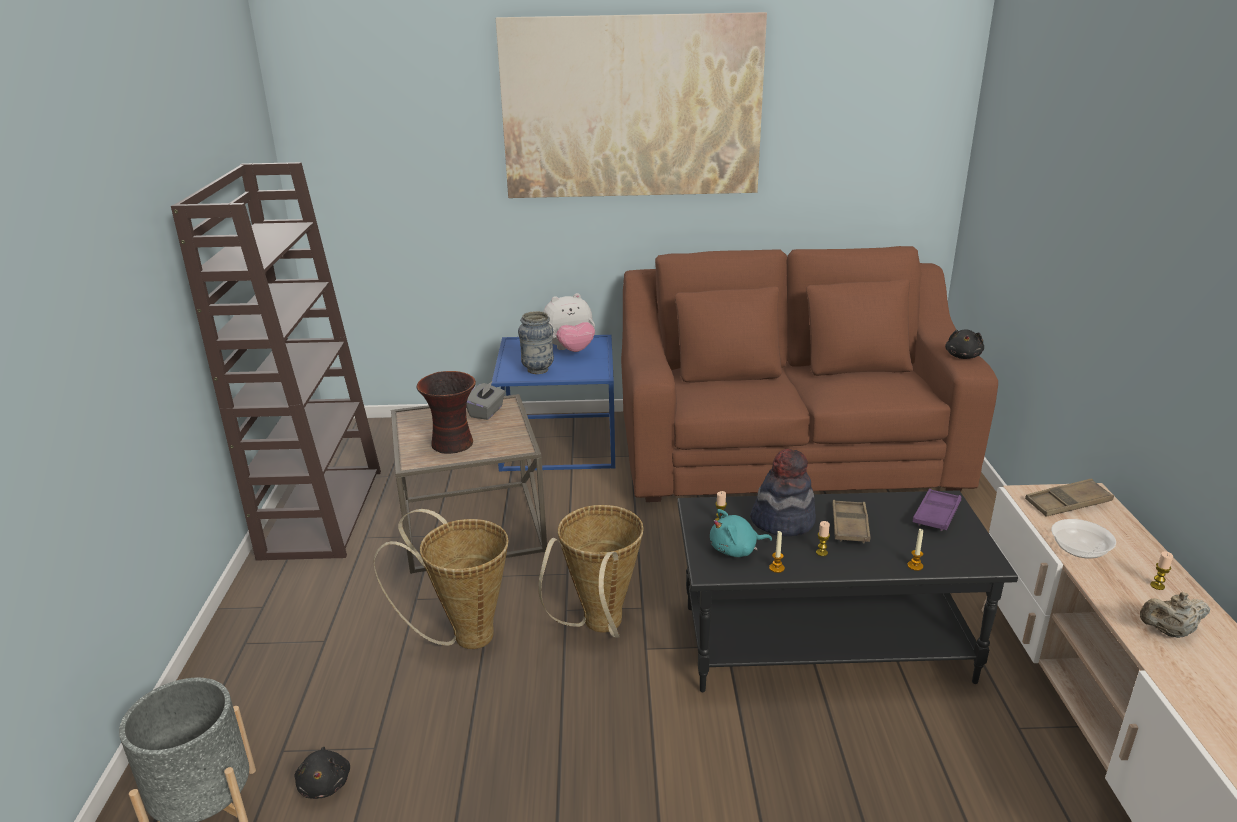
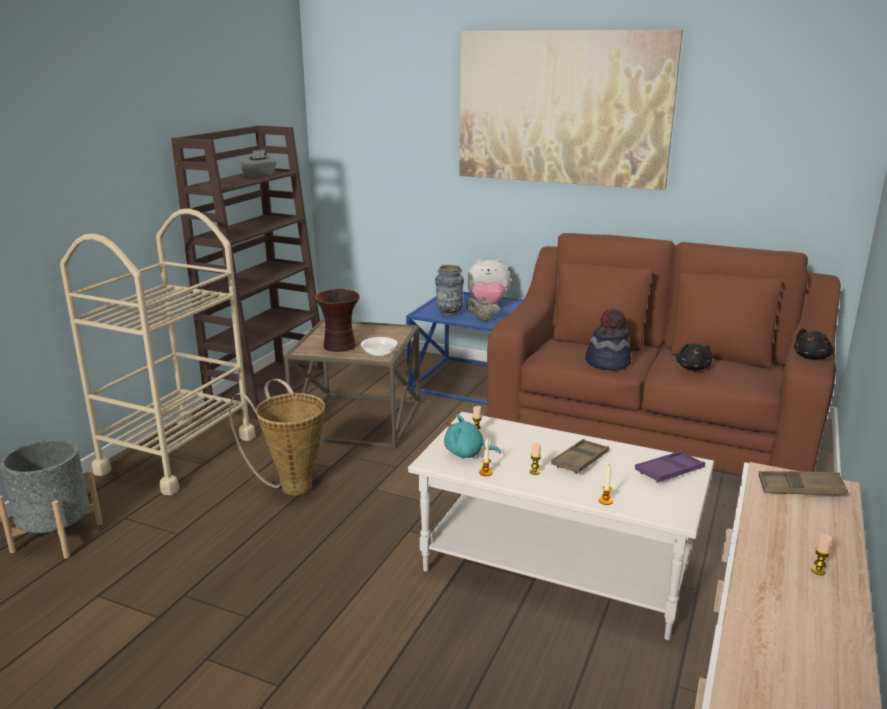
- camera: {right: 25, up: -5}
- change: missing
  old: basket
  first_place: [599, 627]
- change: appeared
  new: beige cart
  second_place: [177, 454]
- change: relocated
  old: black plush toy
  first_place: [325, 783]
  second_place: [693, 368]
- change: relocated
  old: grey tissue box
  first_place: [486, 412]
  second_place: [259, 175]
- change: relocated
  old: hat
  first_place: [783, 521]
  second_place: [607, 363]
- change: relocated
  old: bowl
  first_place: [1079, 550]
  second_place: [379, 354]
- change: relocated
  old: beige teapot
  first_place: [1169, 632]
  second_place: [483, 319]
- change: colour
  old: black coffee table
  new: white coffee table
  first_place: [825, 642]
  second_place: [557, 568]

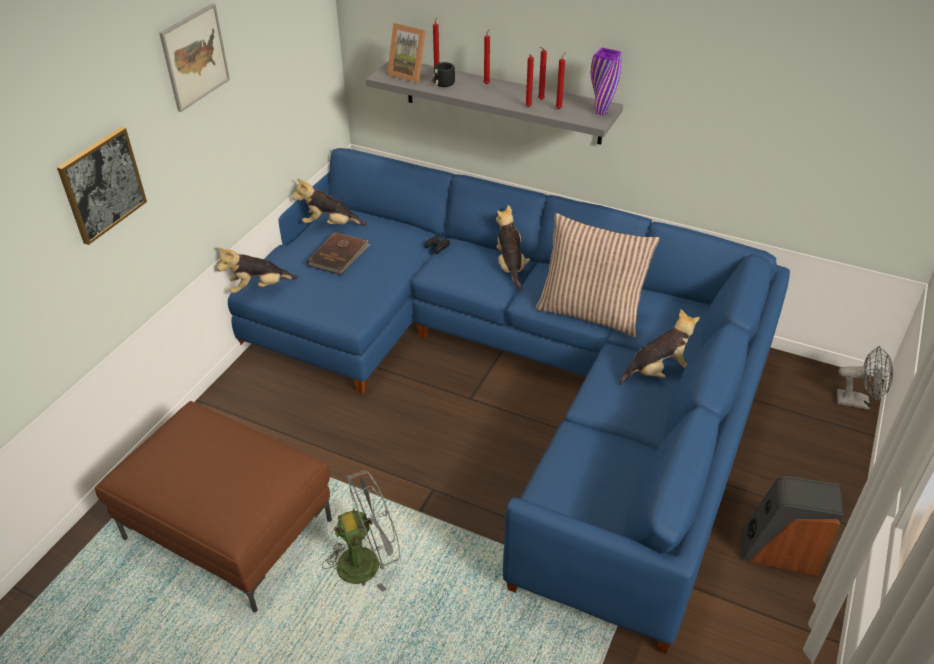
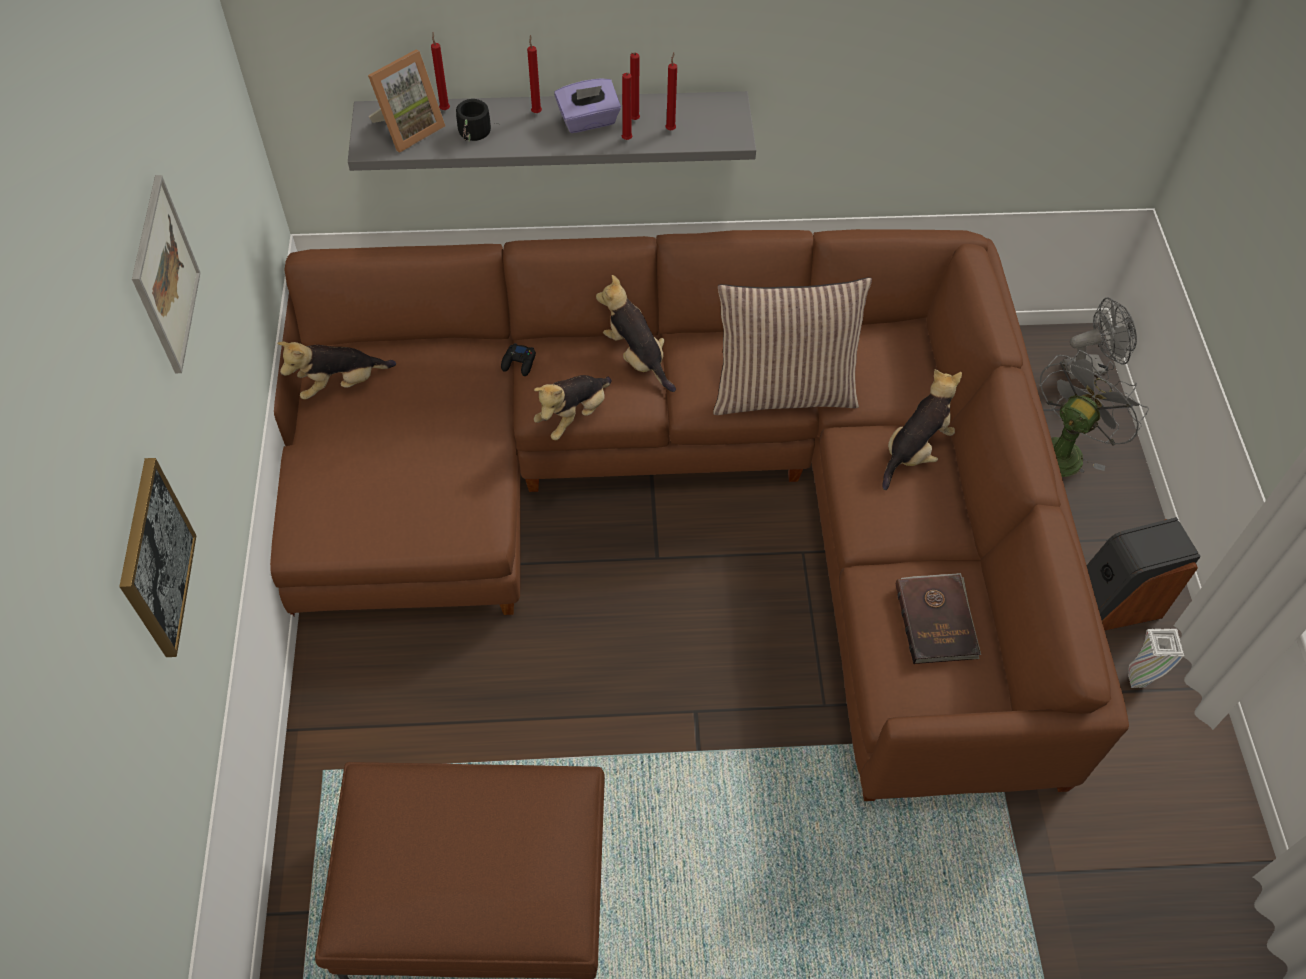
- camera: {right: -30, up: 15}
- change: missing
  old: purple vase
  first_place: [601, 112]
- change: appeared
  new: purple tissue box
  second_place: [588, 121]
- change: appeared
  new: white vase
  second_place: [1136, 681]
- change: relocated
  old: plush toy
  first_place: [258, 288]
  second_place: [573, 416]
- change: relocated
  old: brown book
  first_place: [339, 255]
  second_place: [937, 620]
- change: relocated
  old: grey fan
  first_place: [367, 561]
  second_place: [1063, 449]
- change: colour
  old: blue sofa
  new: brown sofa
  first_place: [515, 372]
  second_place: [688, 493]
- change: spun
  old: picture frame
  first_place: [409, 74]
  second_place: [408, 128]
  degrees: -45

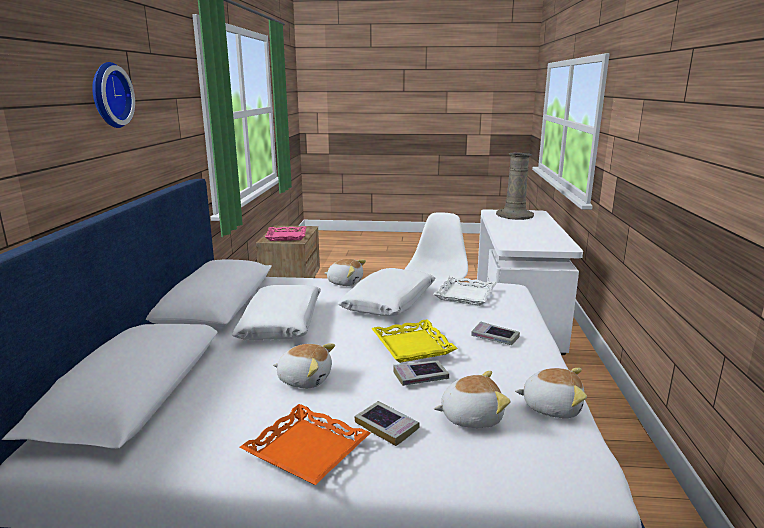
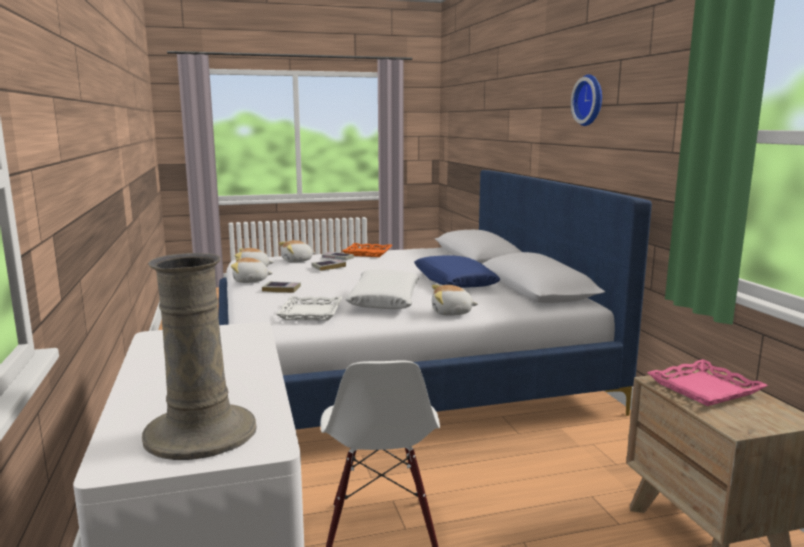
- camera: {right: 160, up: -5}
- change: missing
  old: yellow tray
  first_place: [411, 346]
- change: relocated
  old: plush toy
  first_place: [305, 379]
  second_place: [250, 281]
- change: colour
  old: white pillow
  new: blue pillow
  first_place: [281, 323]
  second_place: [454, 282]

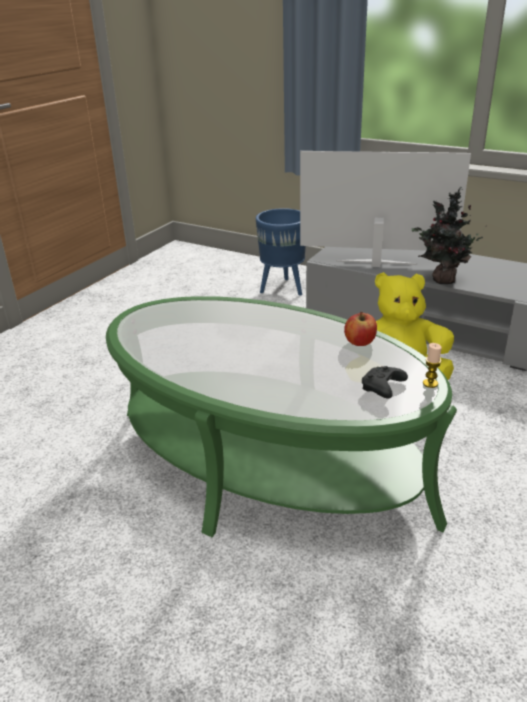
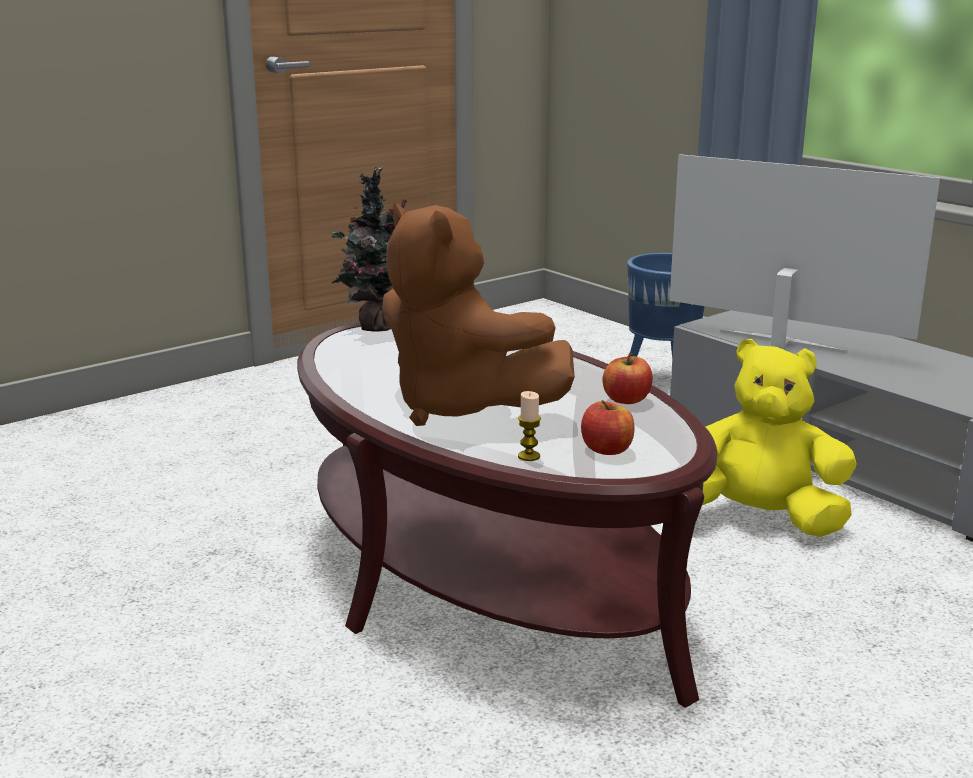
- camera: {right: 20, up: -10}
- change: appeared
  new: brown plush toy
  second_place: [461, 408]
- change: relocated
  old: potted plant
  first_place: [441, 280]
  second_place: [375, 327]
- change: relocated
  old: candle
  first_place: [430, 383]
  second_place: [529, 456]
- change: exchanged
  old: black game controller
  new: apple
  first_place: [382, 389]
  second_place: [607, 450]
- change: colour
  old: green coffee table
  new: brown coffee table
  first_place: [267, 463]
  second_place: [486, 574]

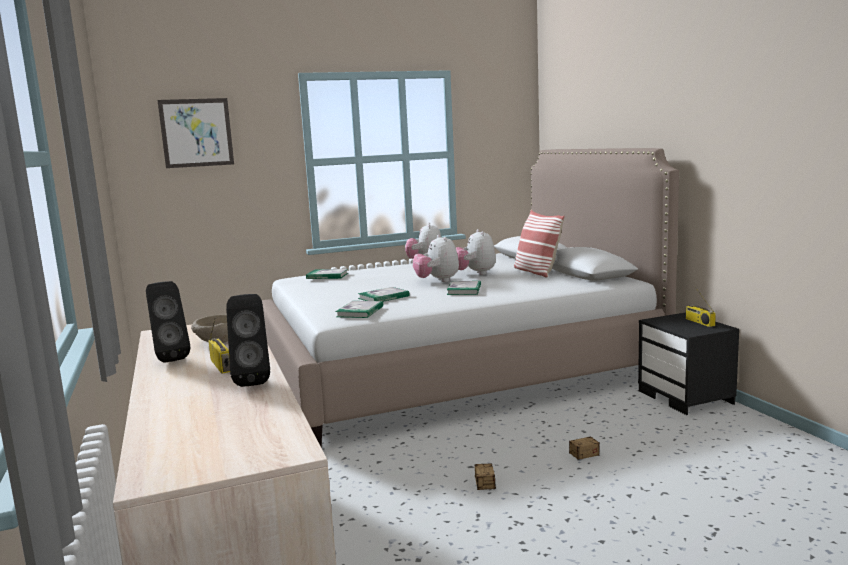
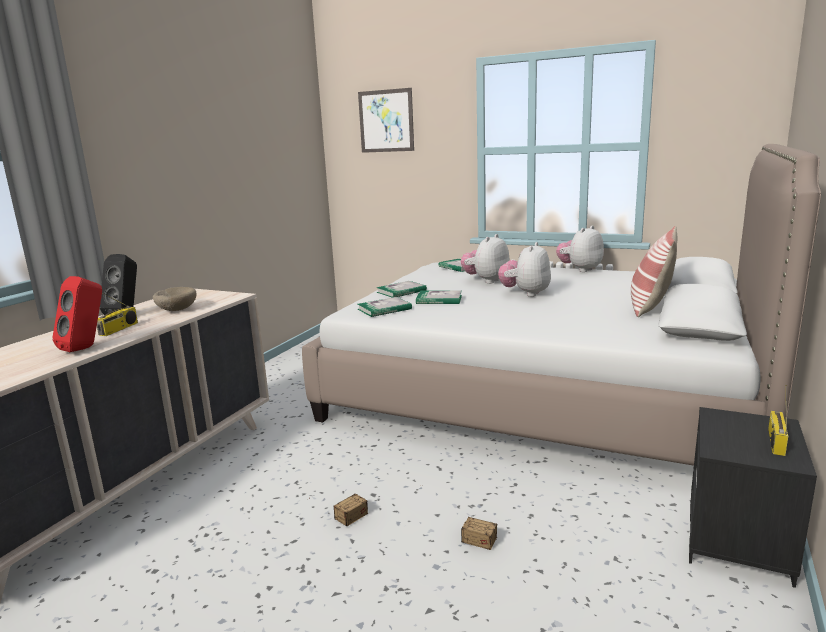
- camera: {right: 45, up: 5}
- change: relocated
  old: book
  first_place: [464, 290]
  second_place: [401, 291]
- change: relocated
  old: plush toy
  first_place: [475, 273]
  second_place: [486, 281]
- change: colour
  old: black speaker
  new: red speaker
  first_place: [252, 381]
  second_place: [87, 347]

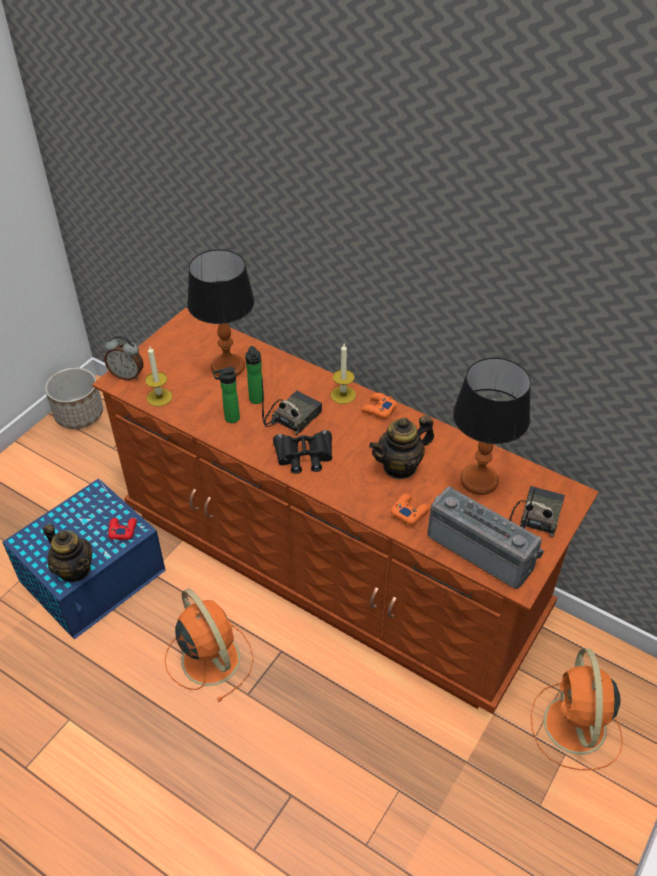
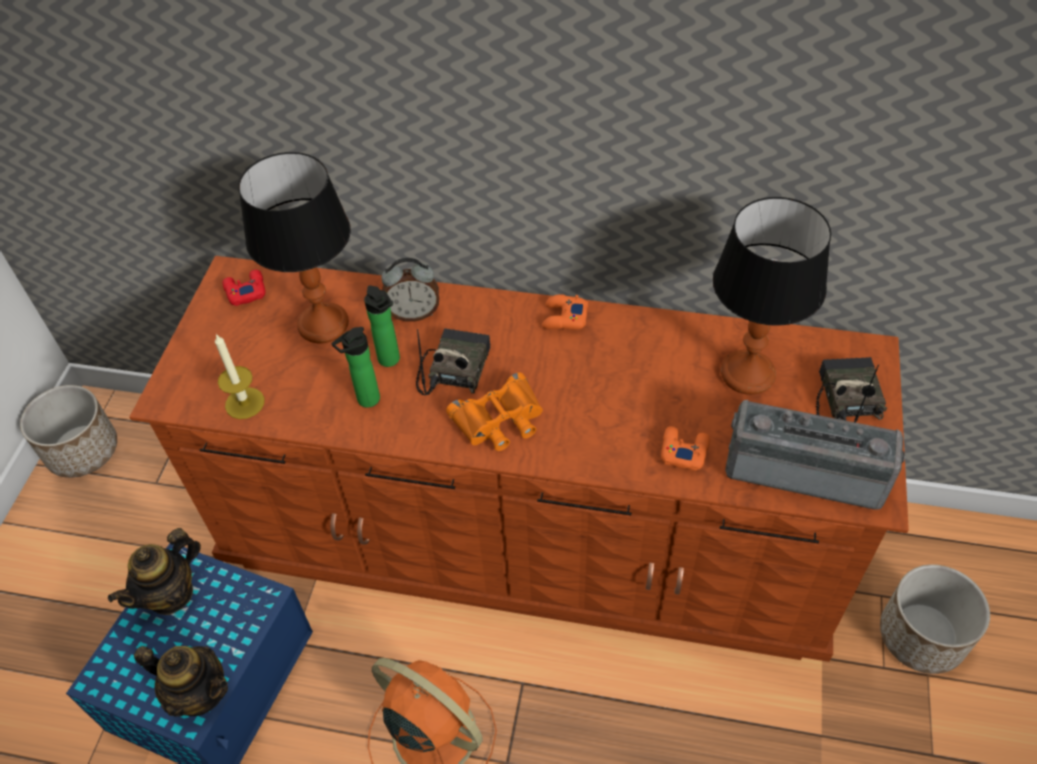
- camera: {right: -20, up: 5}
- change: missing
  old: candle
  first_place: [343, 395]
- change: relocated
  old: alarm clock
  first_place: [127, 375]
  second_place: [414, 313]
- change: relocated
  old: red game controller
  first_place: [122, 530]
  second_place: [245, 291]
- change: relocated
  old: teapot
  first_place: [400, 466]
  second_place: [171, 594]
- change: exchanged
  old: orange fan
  new: planter
  first_place: [575, 728]
  second_place: [922, 636]
- change: colour
  old: black binoculars
  new: orange binoculars
  first_place: [304, 456]
  second_place: [500, 420]

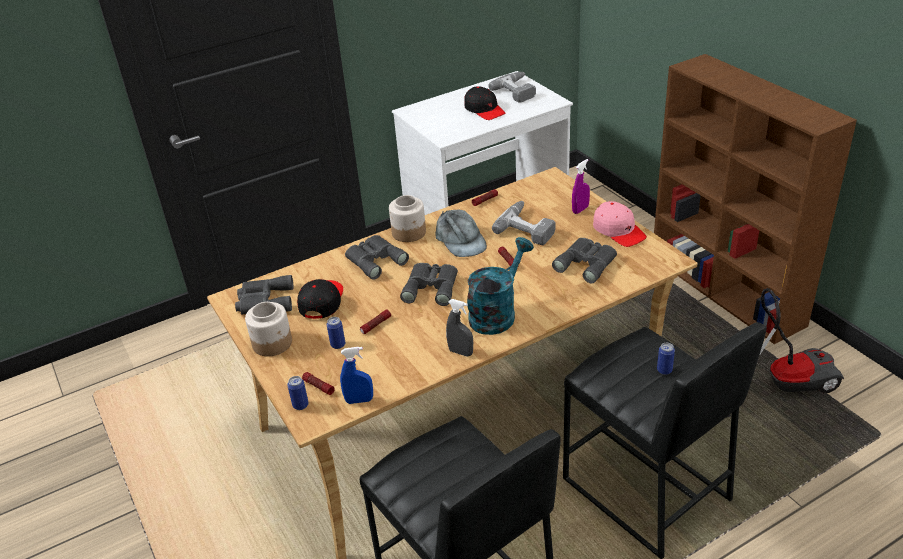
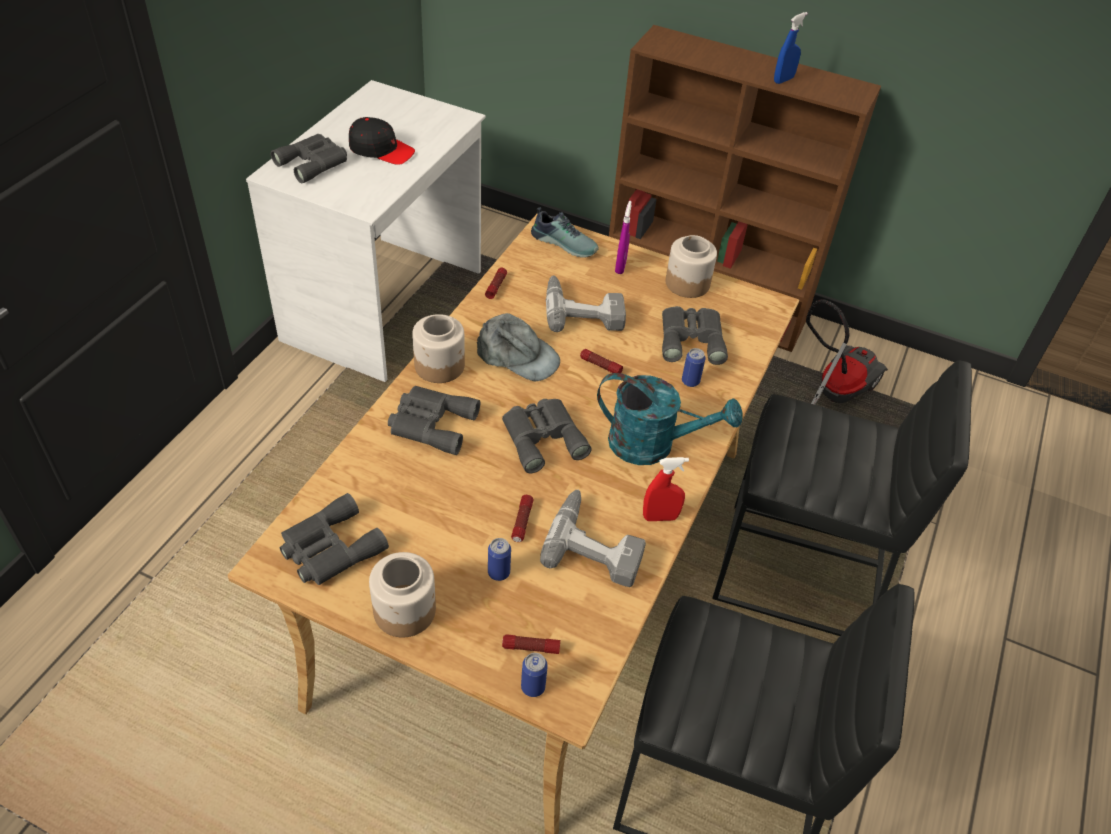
- camera: {right: -40, up: 10}
- change: missing
  old: black cap
  first_place: [321, 302]
- change: appeared
  new: grey binoculars
  second_place: [314, 162]
- change: appeared
  new: shoe
  second_place: [565, 243]
- change: relocated
  old: blue spray bottle
  first_place: [359, 400]
  second_place: [783, 80]
- change: relocated
  old: power drill
  first_place: [518, 90]
  second_place: [596, 544]
- change: relocated
  old: can
  first_place: [664, 370]
  second_place: [690, 381]
- change: exchanged
  old: pink cap
  new: jar
  first_place: [619, 231]
  second_place: [687, 283]
- change: colour
  old: grey spray bottle
  new: red spray bottle
  first_place: [460, 352]
  second_place: [660, 517]
- change: spun
  old: turquoise watering can
  first_place: [497, 313]
  second_place: [653, 445]
  degrees: 105

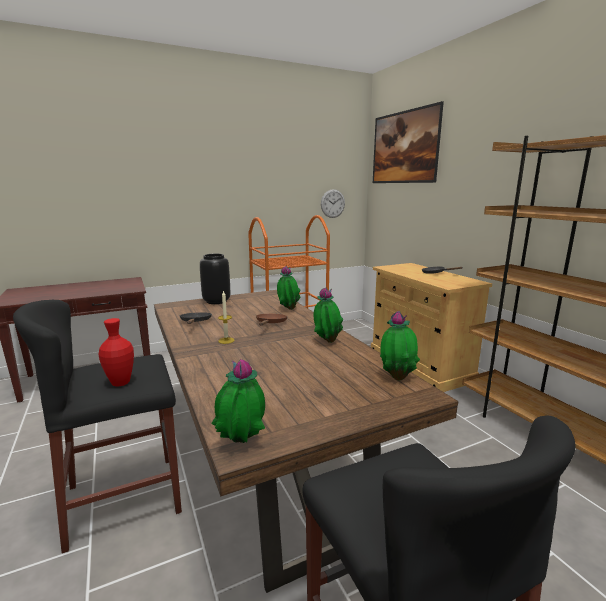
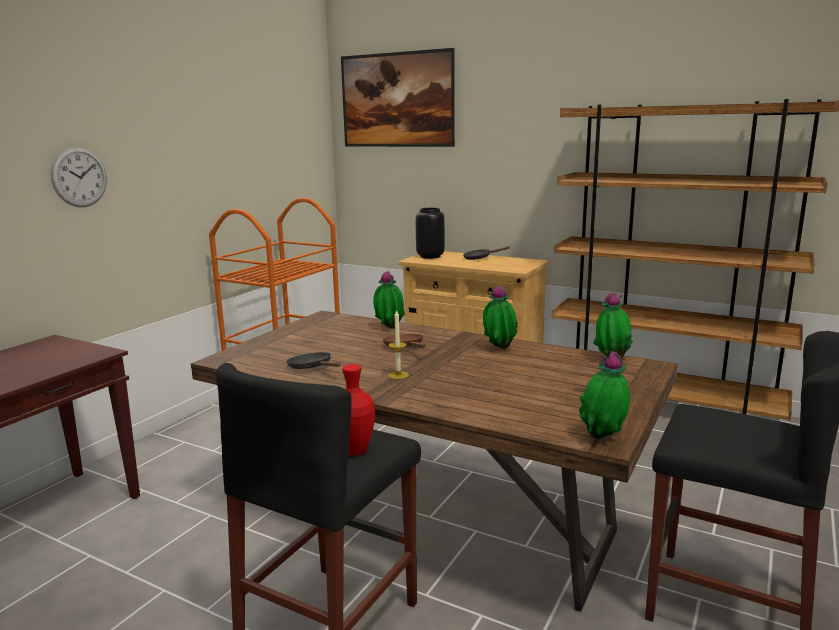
- camera: {right: -35, up: 0}
- change: relocated
  old: black vase
  first_place: [217, 301]
  second_place: [430, 256]
- change: relocated
  old: wall clock
  first_place: [332, 203]
  second_place: [79, 177]

